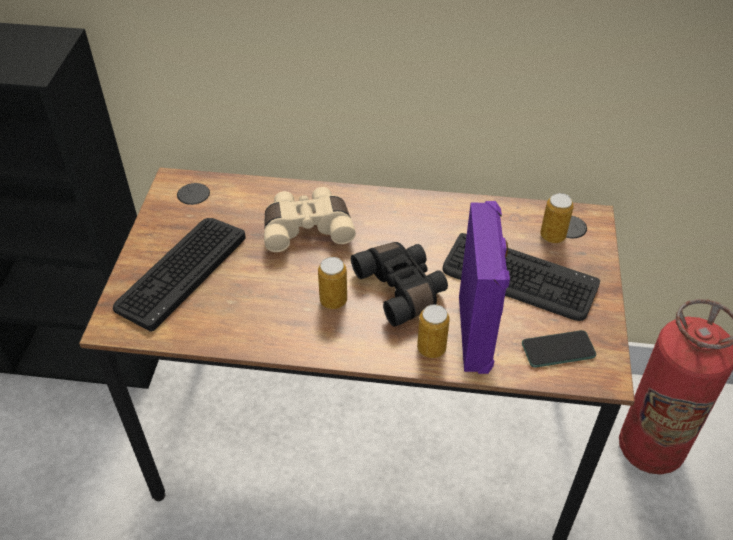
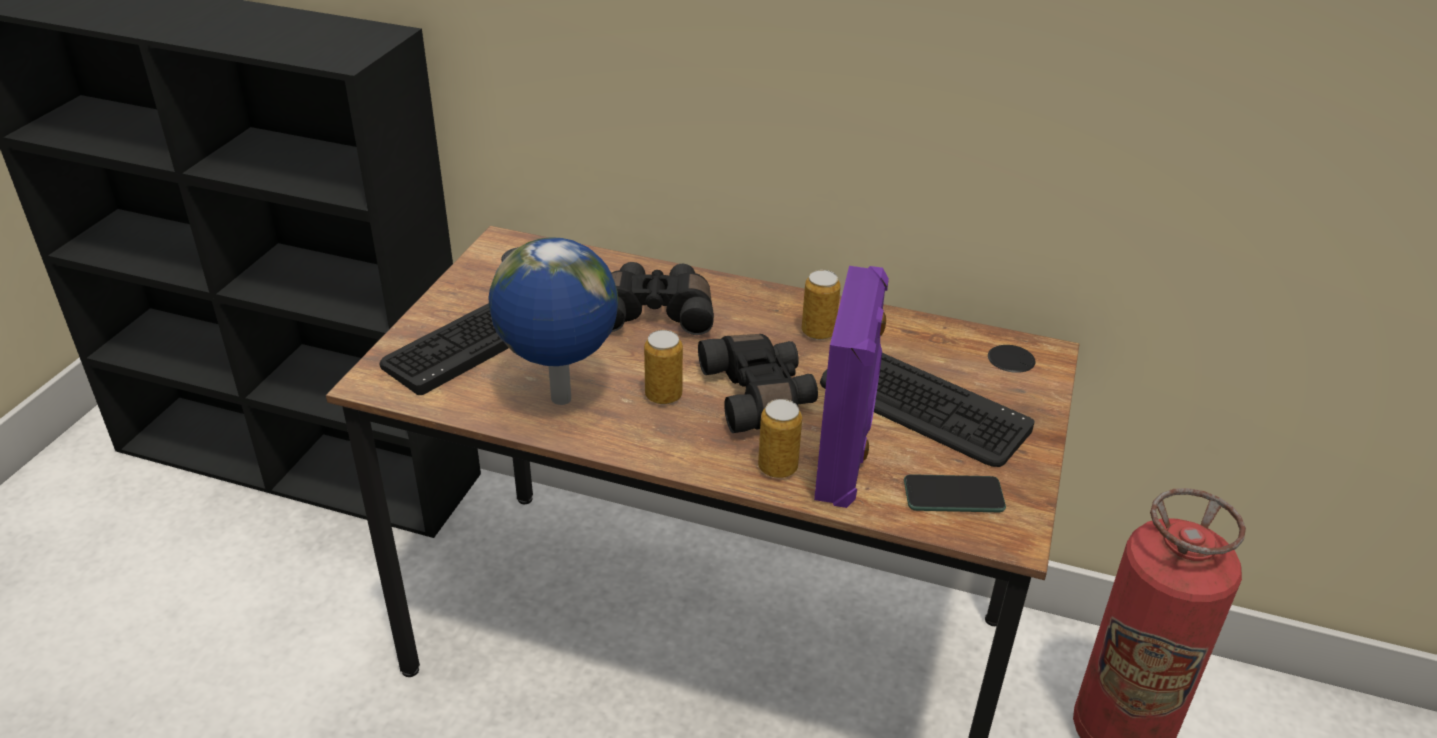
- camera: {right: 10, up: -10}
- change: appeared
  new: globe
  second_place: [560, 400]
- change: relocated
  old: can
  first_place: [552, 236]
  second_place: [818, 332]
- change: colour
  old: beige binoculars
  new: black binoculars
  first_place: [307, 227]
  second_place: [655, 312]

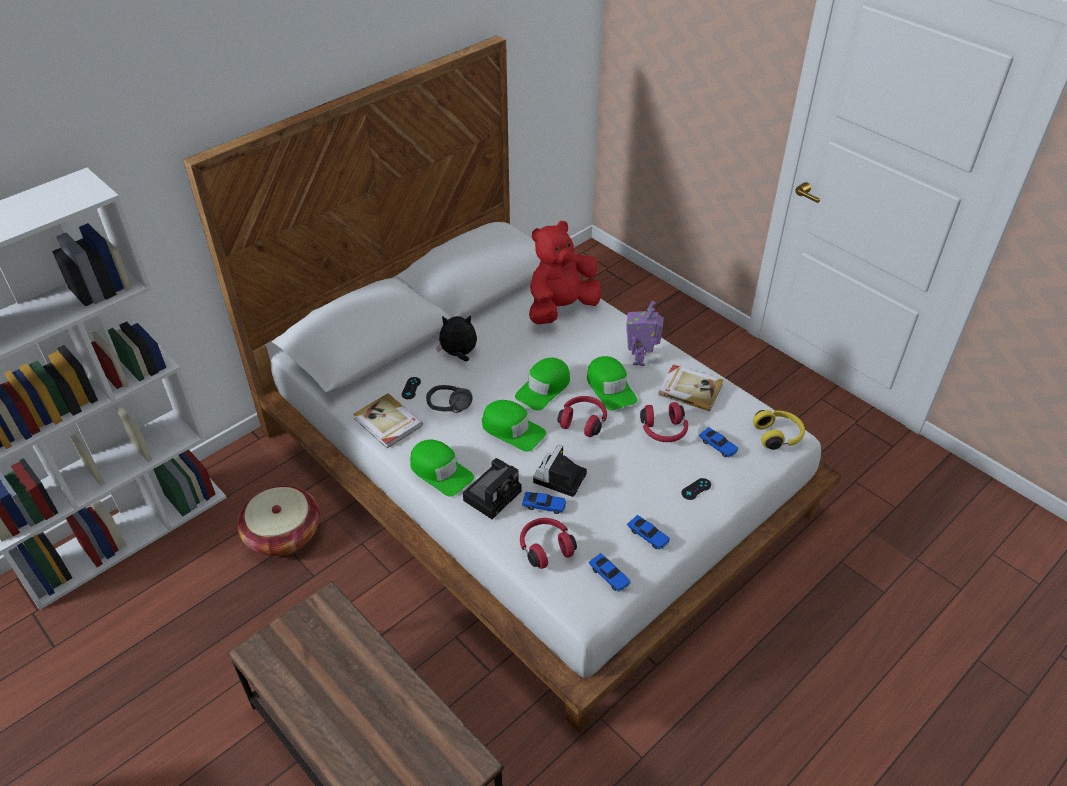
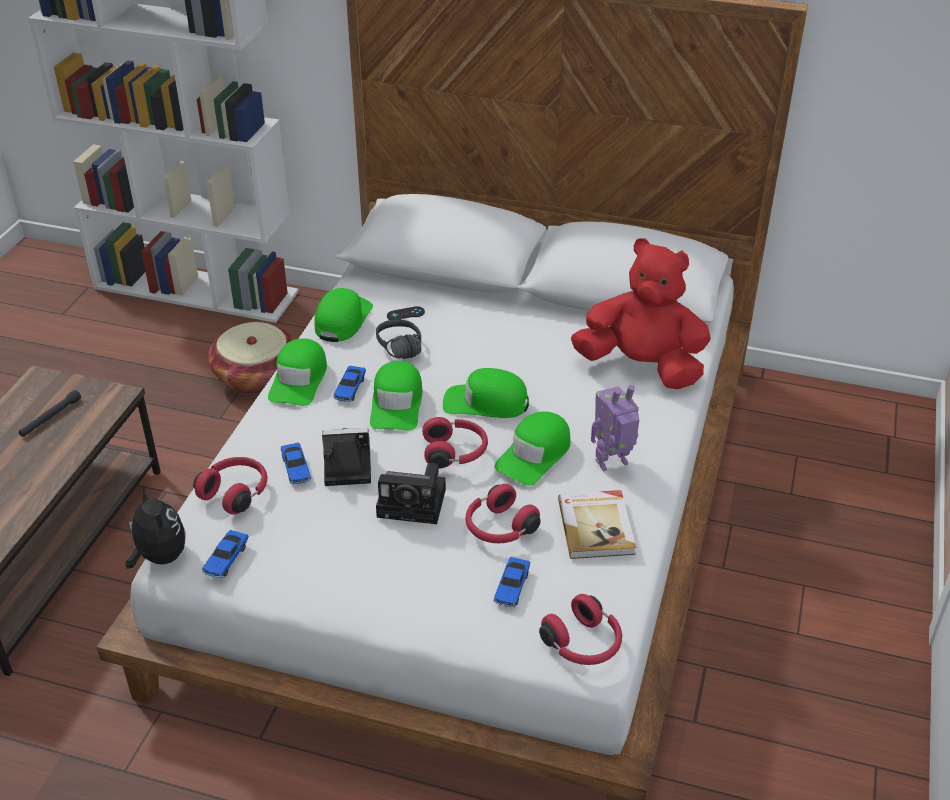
- camera: {right: 60, up: -5}
- change: missing
  old: black game controller
  first_place: [696, 489]
- change: appeared
  new: black flashlight
  second_place: [50, 418]
- change: relocated
  old: plush toy
  first_place: [459, 354]
  second_place: [159, 557]
- change: relocated
  old: photo camera
  first_place: [493, 494]
  second_place: [415, 503]
- change: relocated
  old: toy car
  first_place: [648, 536]
  second_place: [350, 388]
- change: exchanged
  old: book
  new: green cap
  first_place: [387, 423]
  second_place: [342, 320]
- change: colour
  old: yellow headphones
  new: red headphones
  first_place: [778, 435]
  second_place: [583, 644]

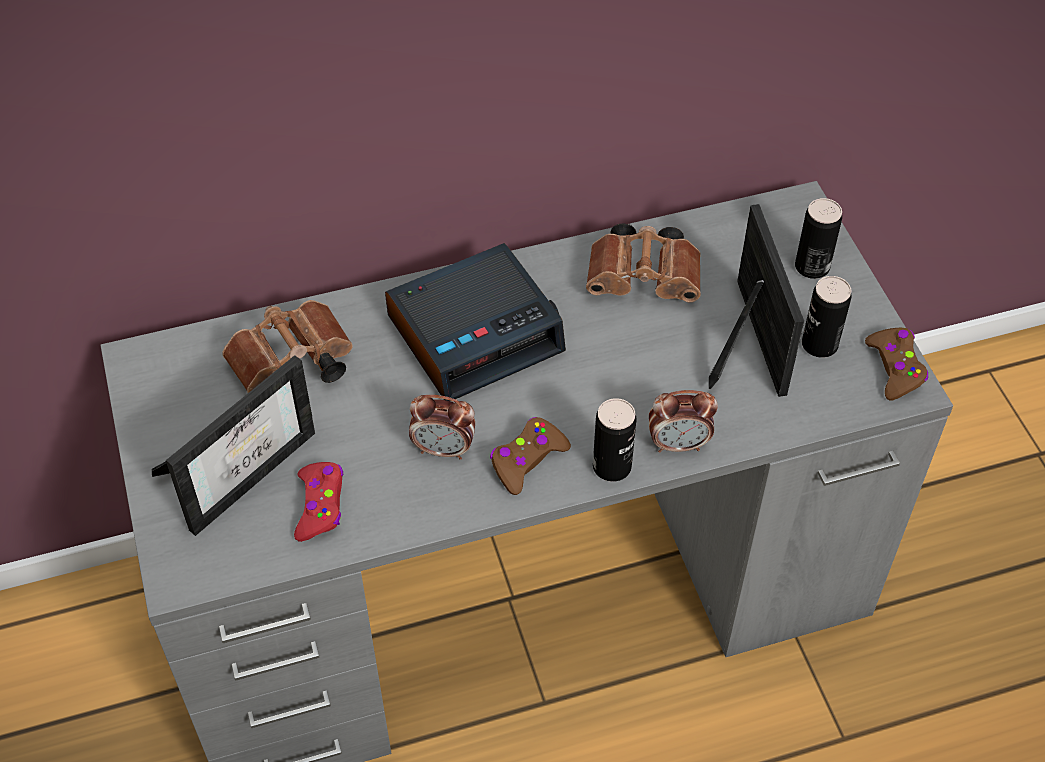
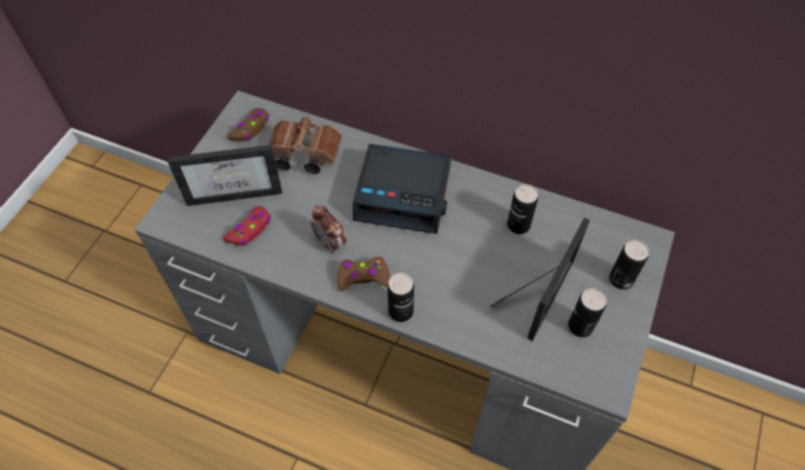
- camera: {right: 40, up: 5}
- change: missing
  old: alarm clock
  first_place: [678, 444]
- change: relocated
  old: brown game controller
  first_place: [895, 368]
  second_place: [251, 129]
- change: exchanged
  old: brown binoculars
  new: can
  first_place: [646, 280]
  second_place: [518, 225]

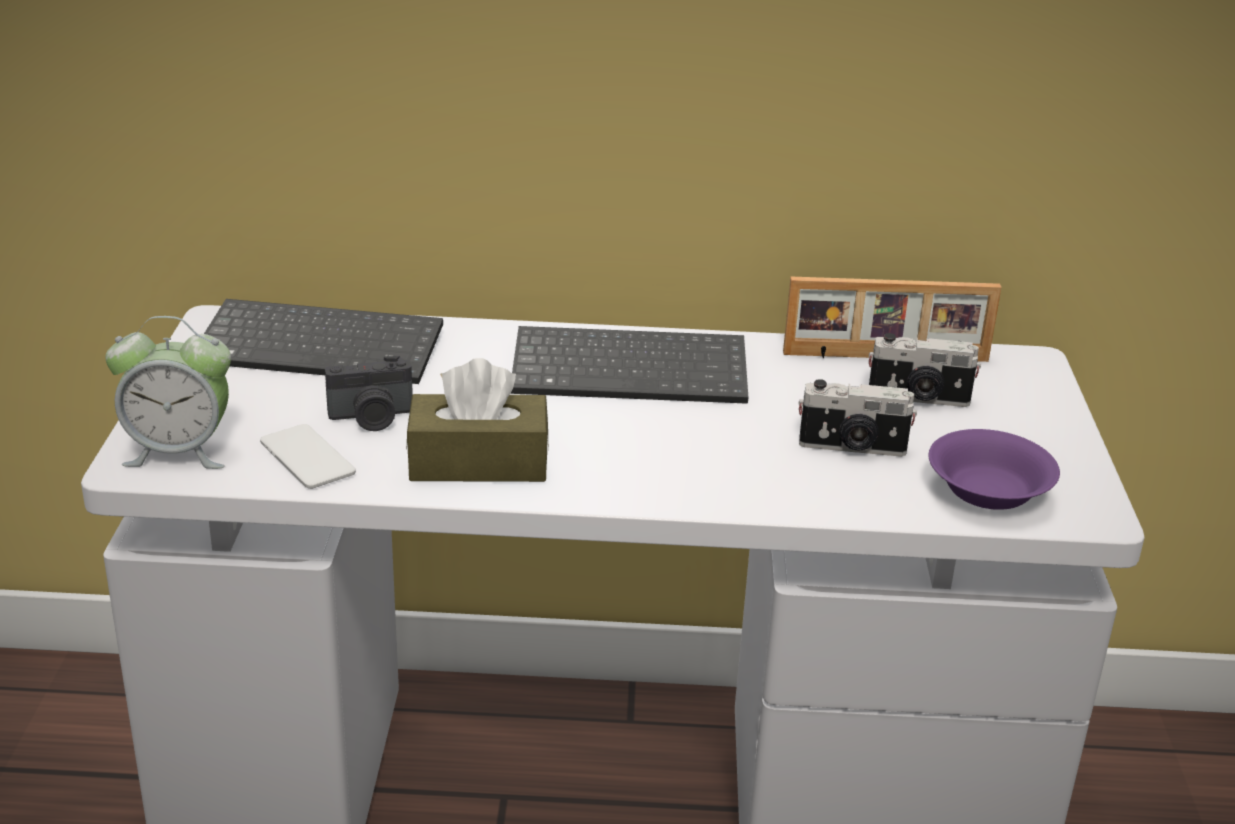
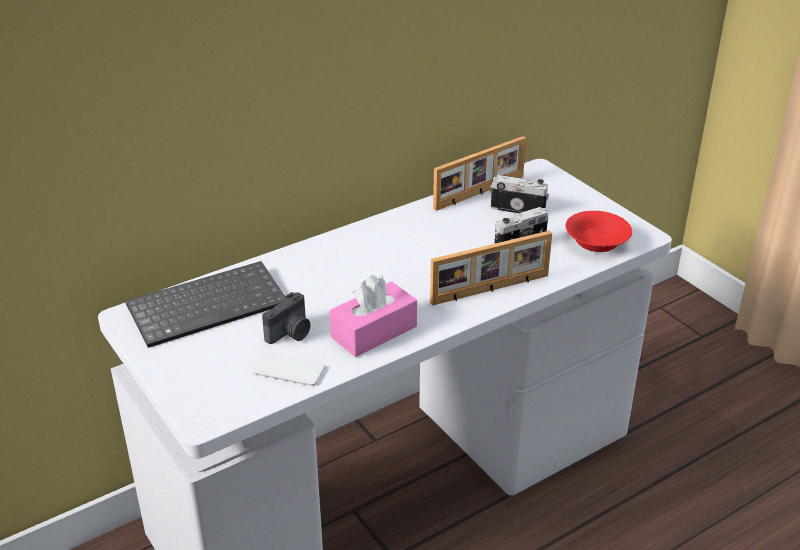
- camera: {right: -35, up: 5}
- change: missing
  old: alarm clock
  first_place: [179, 452]
- change: missing
  old: keyboard
  first_place: [633, 369]
- change: appeared
  new: picture frame
  second_place: [491, 290]
- change: colour
  old: brown tissue box
  new: pink tissue box
  first_place: [478, 462]
  second_place: [374, 332]
- change: colour
  old: purple bowl
  new: red bowl
  first_place: [988, 492]
  second_place: [596, 243]
- change: spun
  old: photo camera
  first_place: [919, 398]
  second_place: [518, 209]
  degrees: -135

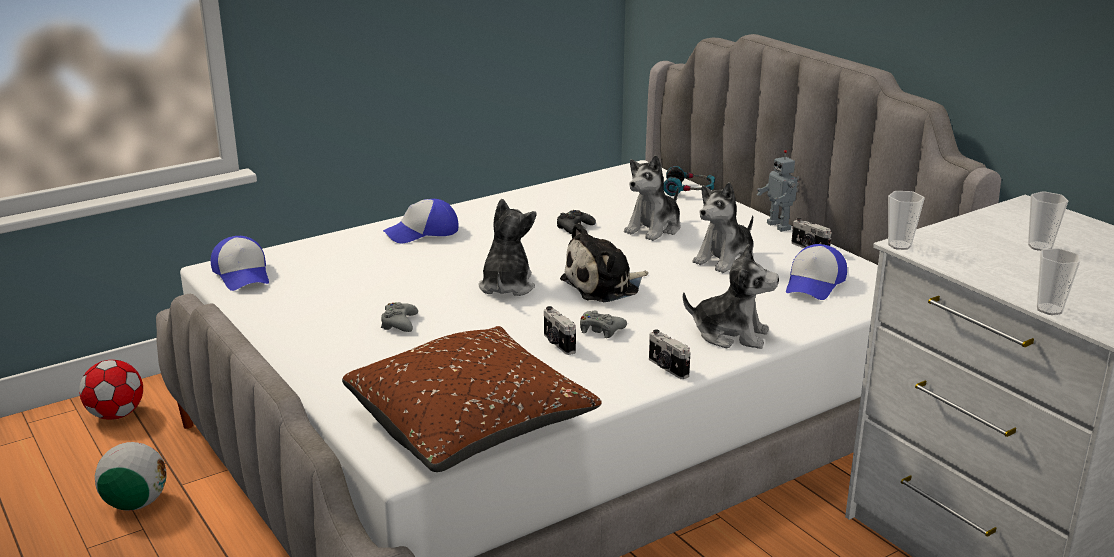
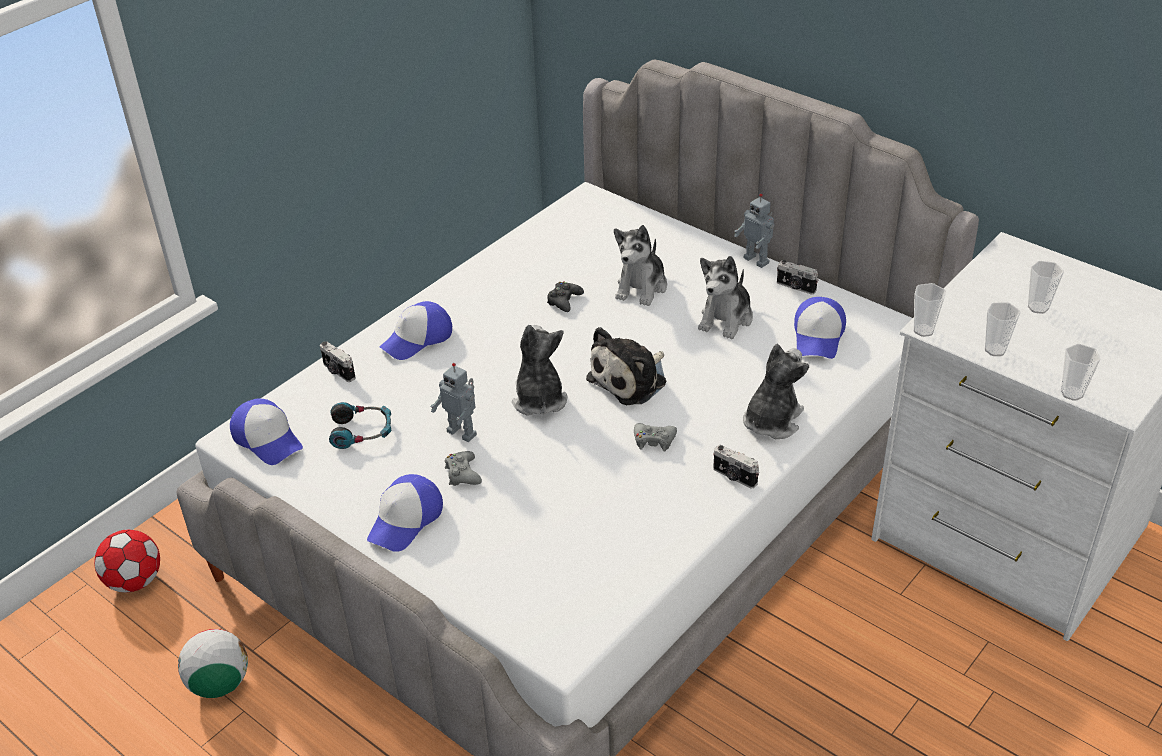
- camera: {right: -15, up: 15}
- change: missing
  old: brown pillow
  first_place: [470, 425]
- change: appeared
  new: cap
  second_place: [406, 520]
- change: appeared
  new: toy robot
  second_place: [463, 432]
- change: appeared
  new: cup
  second_place: [995, 350]
- change: relocated
  old: photo camera
  first_place: [558, 344]
  second_place: [338, 372]
- change: relocated
  old: headphones
  first_place: [689, 190]
  second_place: [362, 432]
- change: spun
  old: plush toy
  first_place: [730, 334]
  second_place: [771, 421]
  degrees: -60

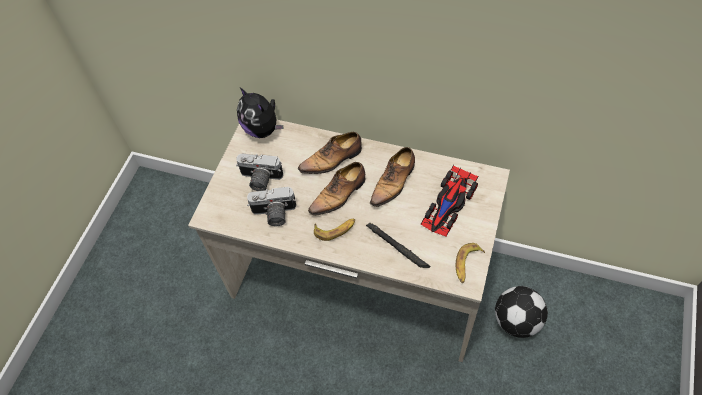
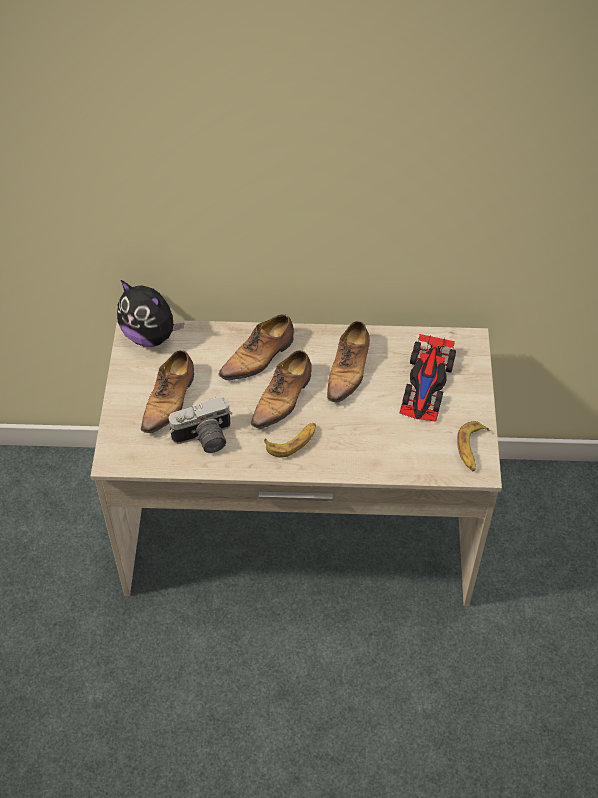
- camera: {right: -20, up: -5}
- change: missing
  old: black flashlight
  first_place: [397, 247]
- change: missing
  old: football
  first_place: [516, 321]
- change: exchanged
  old: photo camera
  new: shoe
  first_place: [259, 180]
  second_place: [169, 400]

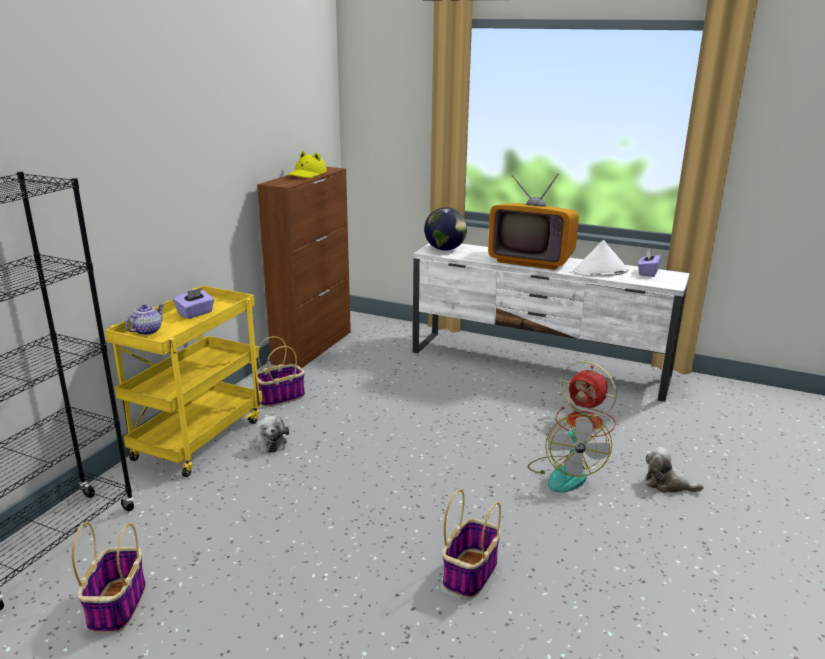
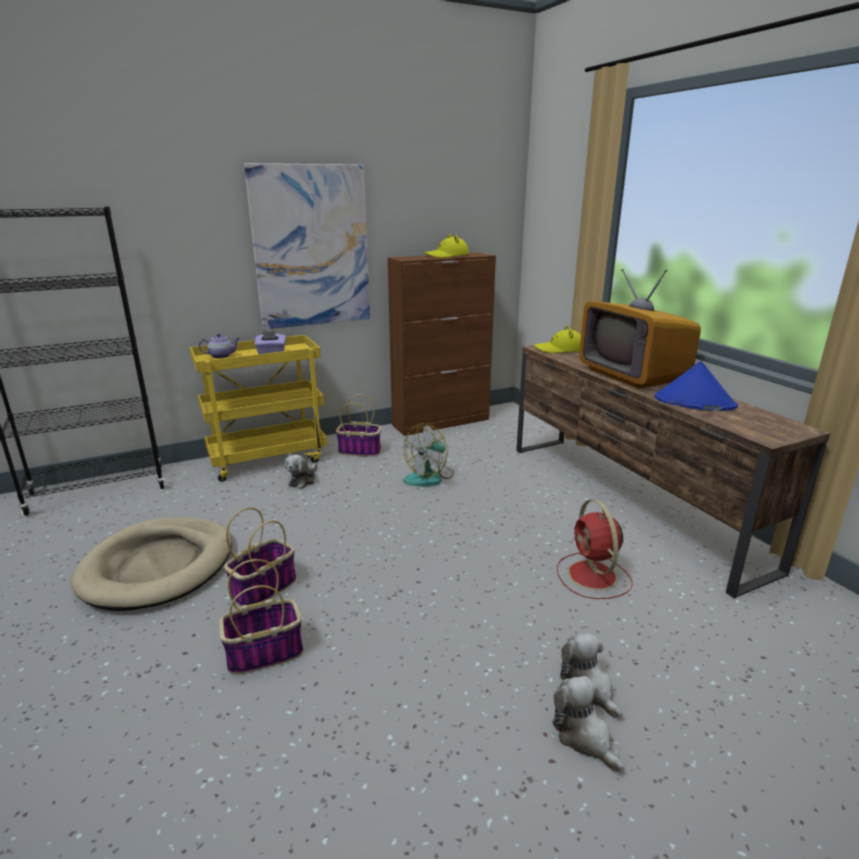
- camera: {right: 40, up: 0}
- change: missing
  old: purple tissue box
  first_place: [647, 273]
- change: appeared
  new: beige dog bed
  second_place: [158, 567]
- change: appeared
  new: picture
  second_place: [311, 247]
- change: appeared
  new: plush toy
  second_place: [584, 736]
- change: relocated
  old: basket
  first_place: [117, 605]
  second_place: [264, 587]
- change: relocated
  old: fan
  first_place: [565, 474]
  second_place: [429, 477]
- change: exchanged
  old: globe
  new: yellow hat
  first_place: [445, 249]
  second_place: [560, 349]
- change: colour
  old: white tv stand
  new: brown tv stand
  first_place: [538, 365]
  second_place: [627, 502]
- change: colour
  old: white hat
  new: blue hat
  first_place: [600, 271]
  second_place: [694, 402]

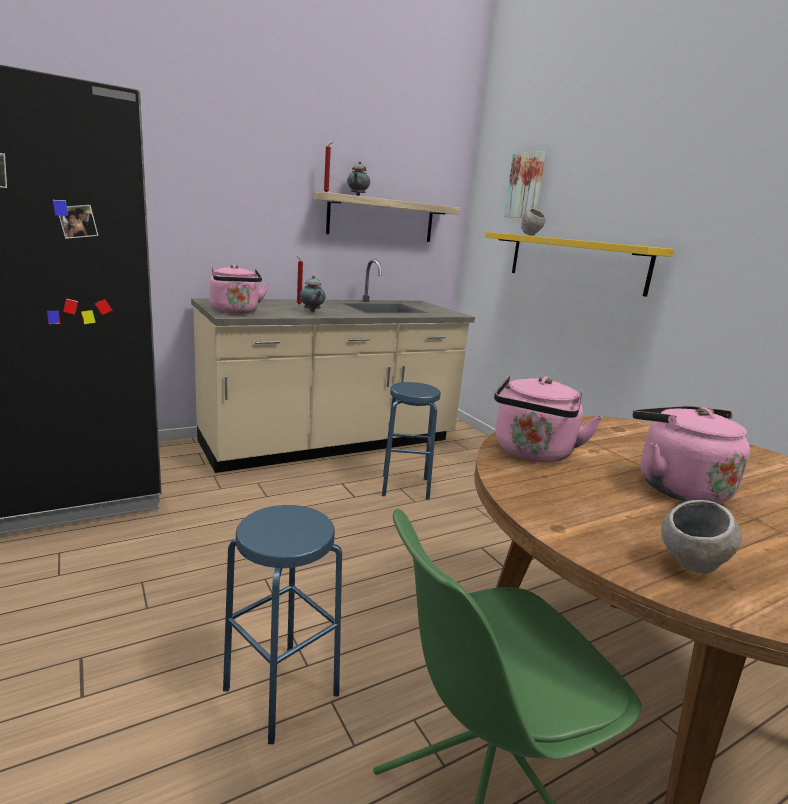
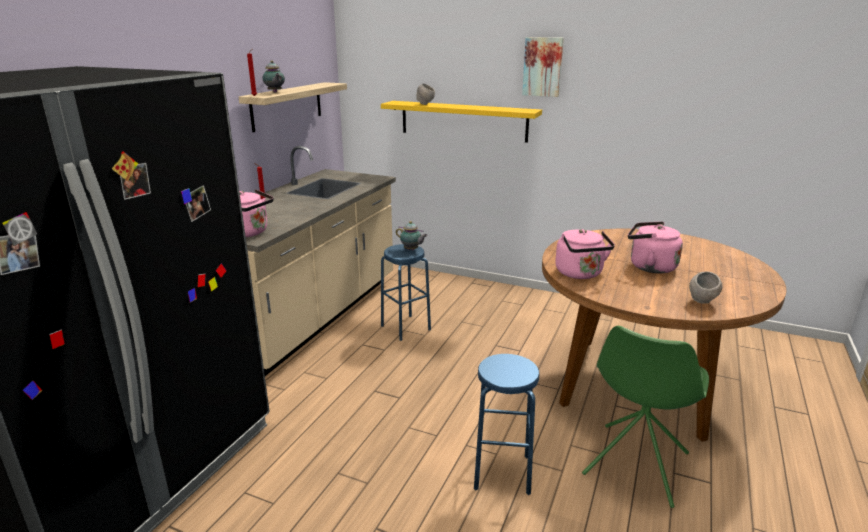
- camera: {right: -35, up: 5}
- change: relocated
  old: teapot
  first_place: [312, 311]
  second_place: [412, 250]
- change: relocated
  old: picture
  first_place: [526, 186]
  second_place: [543, 67]

